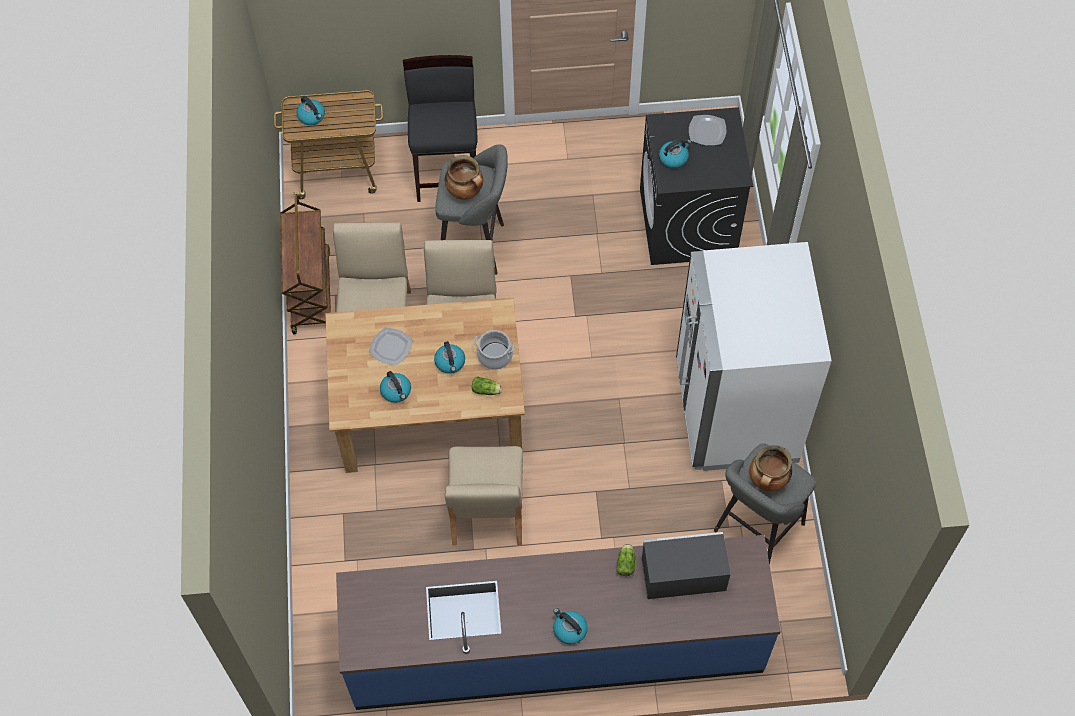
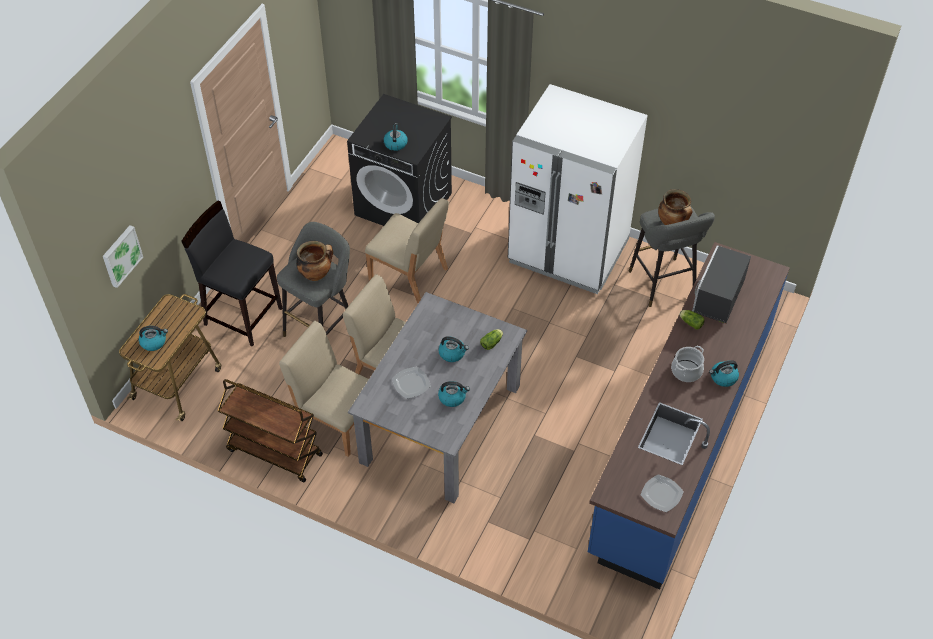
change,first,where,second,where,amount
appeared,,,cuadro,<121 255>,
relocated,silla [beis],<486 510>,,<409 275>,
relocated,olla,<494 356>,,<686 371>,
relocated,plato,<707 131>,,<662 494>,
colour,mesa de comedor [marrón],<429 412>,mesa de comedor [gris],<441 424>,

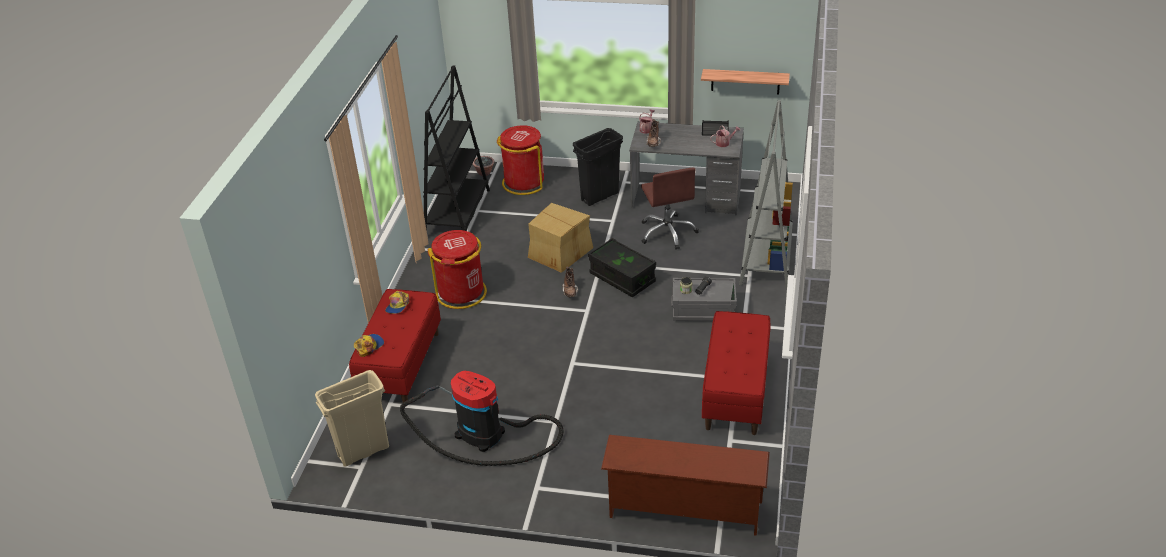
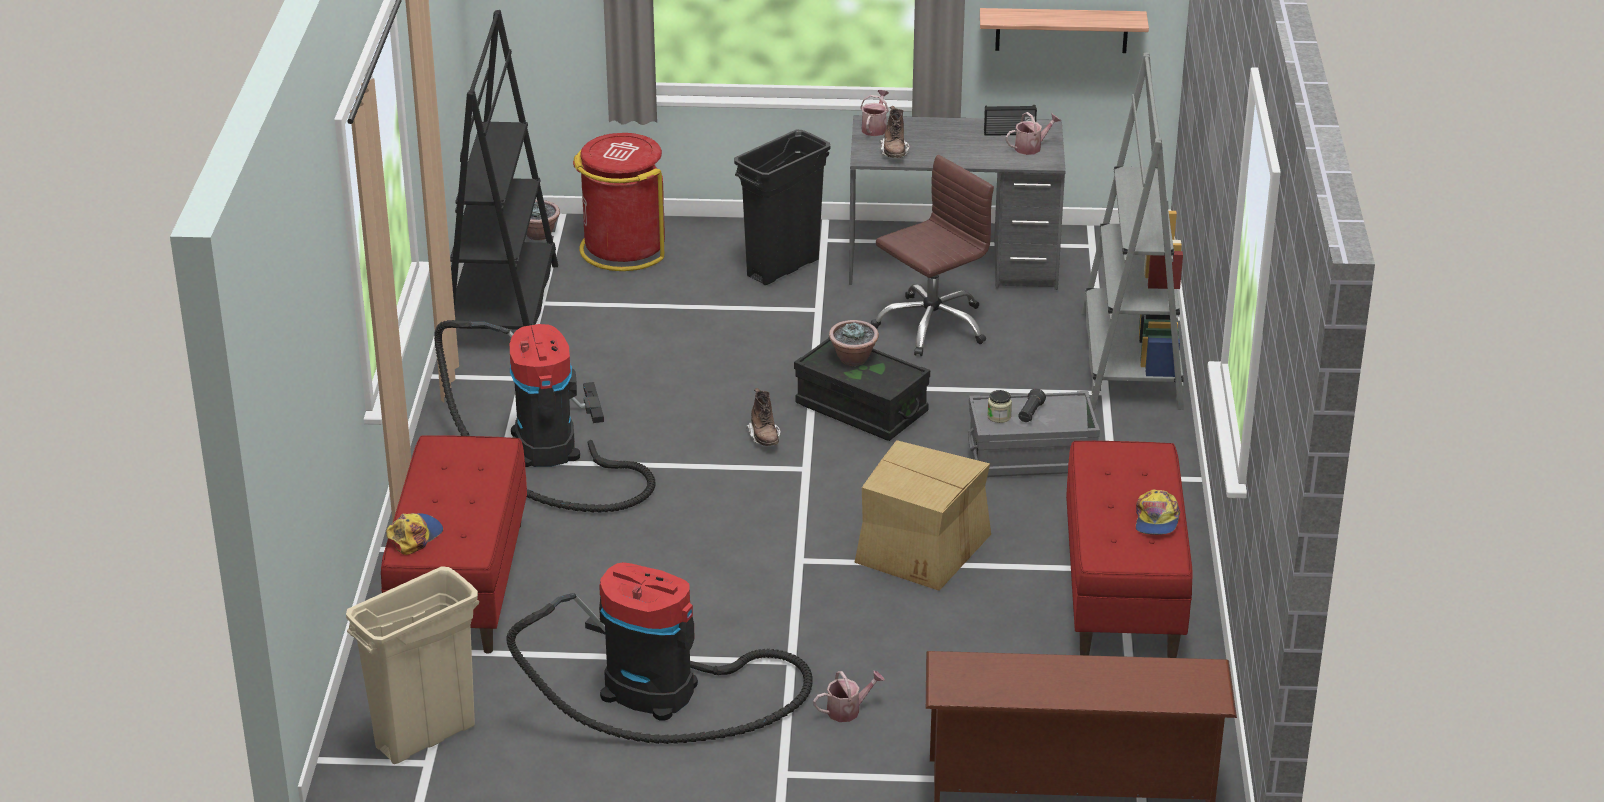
change,first,where,second,where,amount
appeared,,,regadera,<848 710>,
appeared,,,planta en maceta,<853 359>,
relocated,gorra,<398 305>,,<1156 519>,
relocated,caja de cartón,<559 252>,,<921 548>,
exchanged,papelera [rojo],<462 293>,aspiradora,<549 451>,
spun,silla de oficina [marrón],<668 232>,,<931 325>,105 degrees counterclockwise

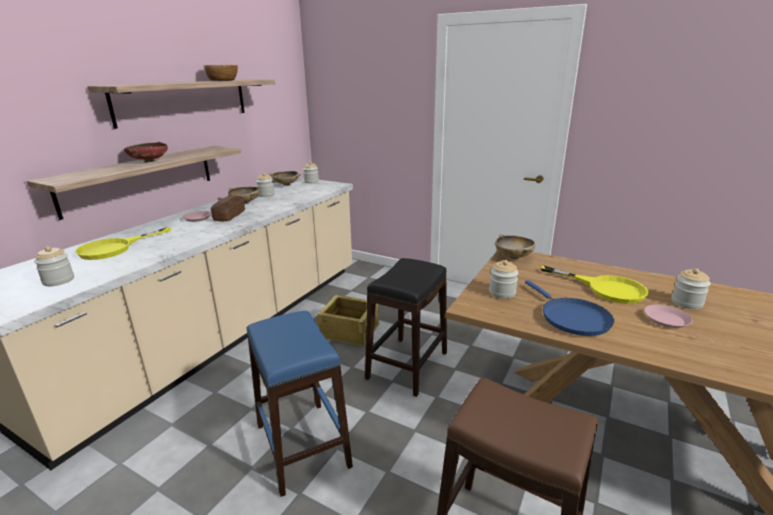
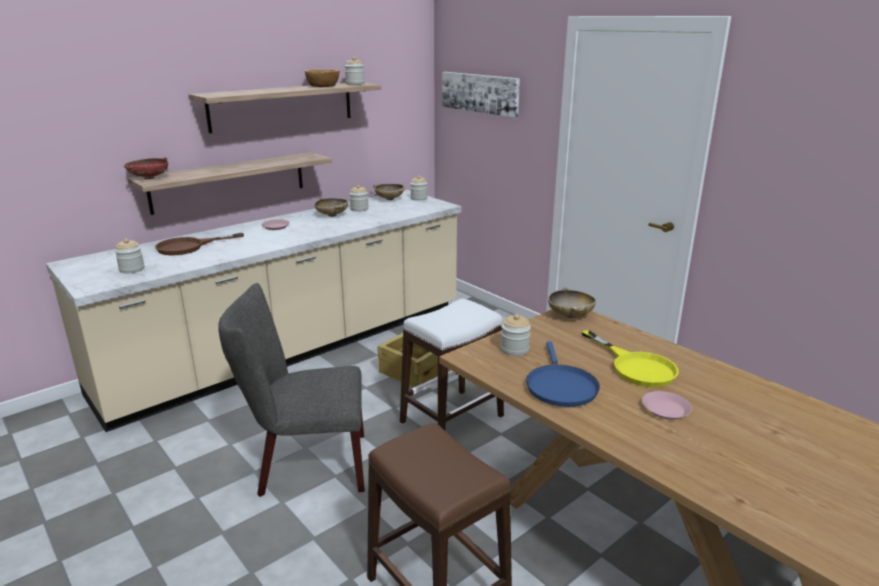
change,first,where,second,where,amount
missing,pan,<230 216>,,,
appeared,,,cuadro,<480 93>,
relocated,cuenco [rojo],<149 161>,,<149 178>,
relocated,tarro,<686 303>,,<355 84>,
exchanged,taburete [azul],<302 446>,silla [gris],<305 465>,
colour,sartén [amarillo],<114 248>,sartén [marrón],<189 247>,
colour,taburete [negro],<407 365>,taburete [blanco],<451 418>,

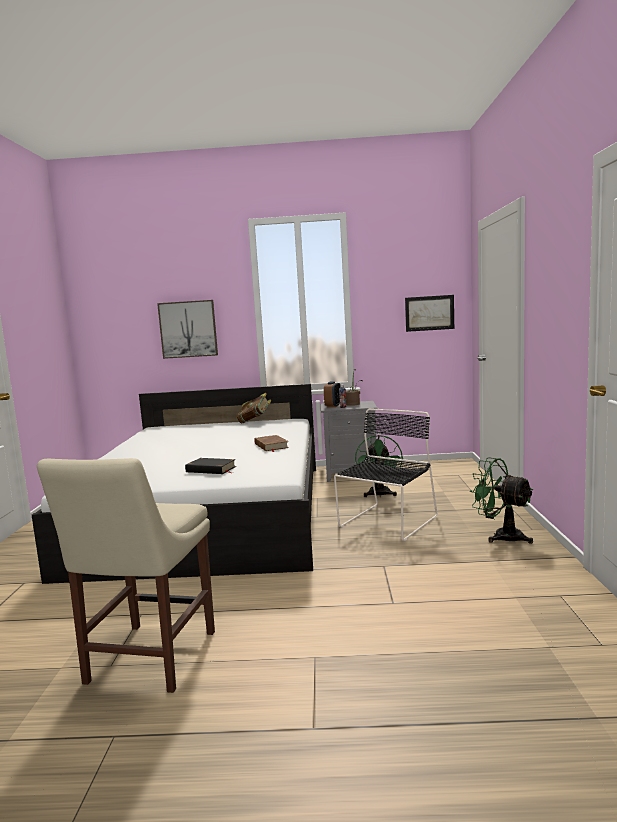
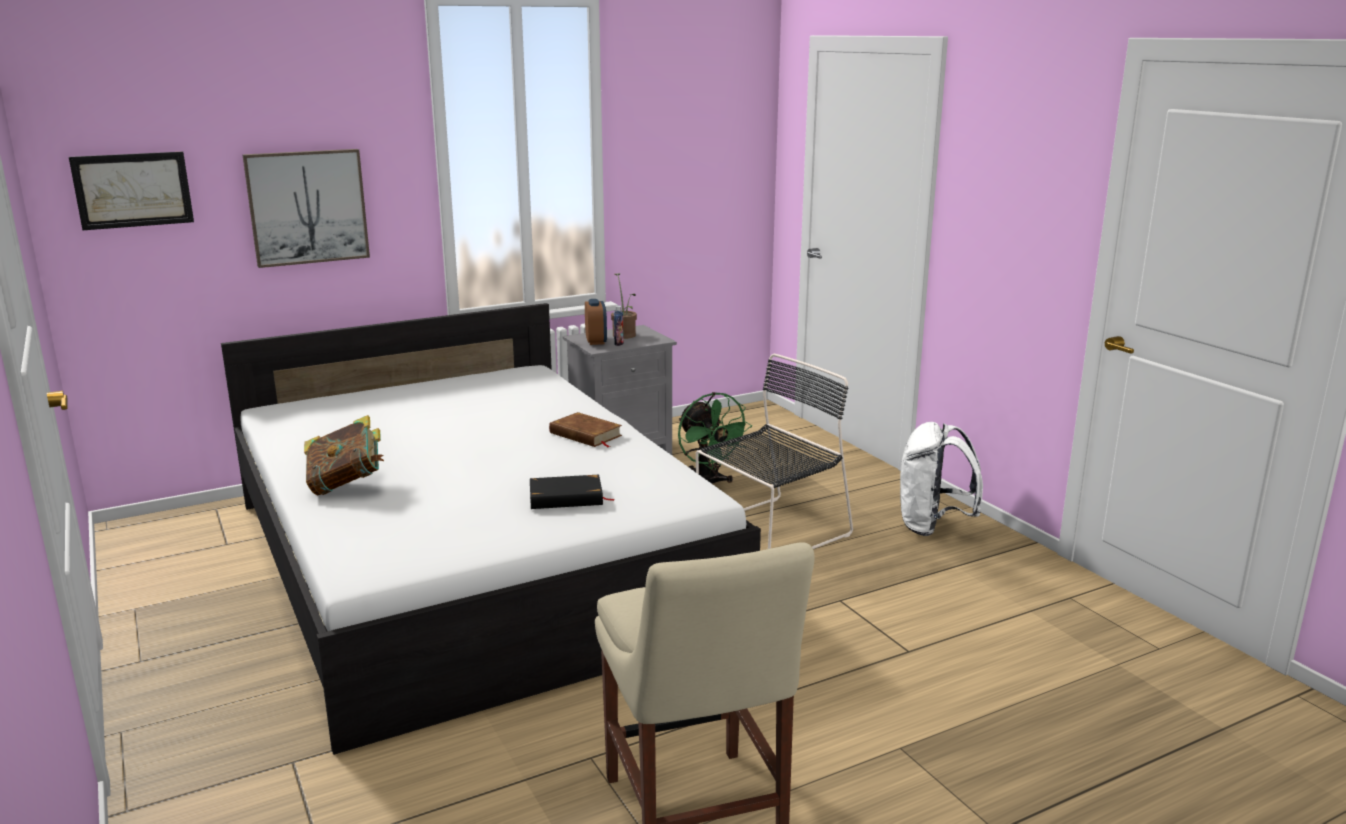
change,first,where,second,where,amount
relocated,libro,<255 421>,,<347 485>,
relocated,cuadro,<429 313>,,<133 190>,
exchanged,ventilador [verde],<501 536>,mochila [blanco],<932 527>,
spun,silla [negro],<386 523>,,<770 531>,45 degrees clockwise

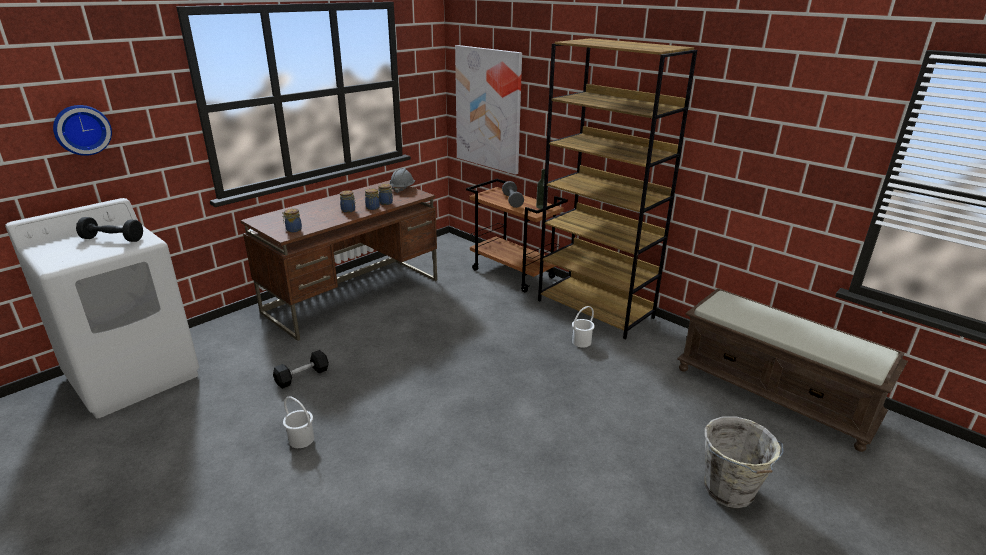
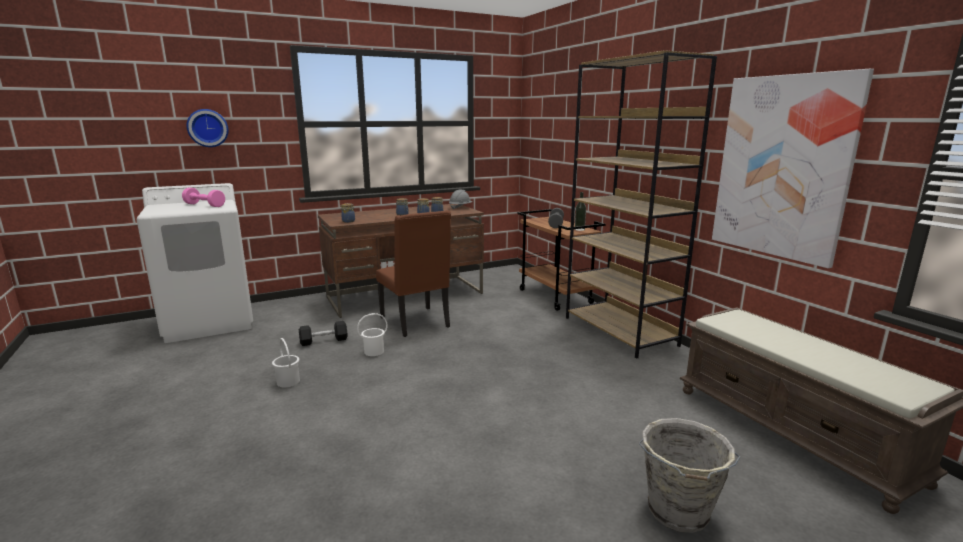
change,first,where,second,where,amount
appeared,,,silla [marrón],<416 322>,
relocated,cuadro,<488 109>,,<782 167>,
relocated,cubo [blanco],<581 342>,,<373 351>,
colour,mancuerna [negro],<113 239>,mancuerna [rosa],<204 205>,

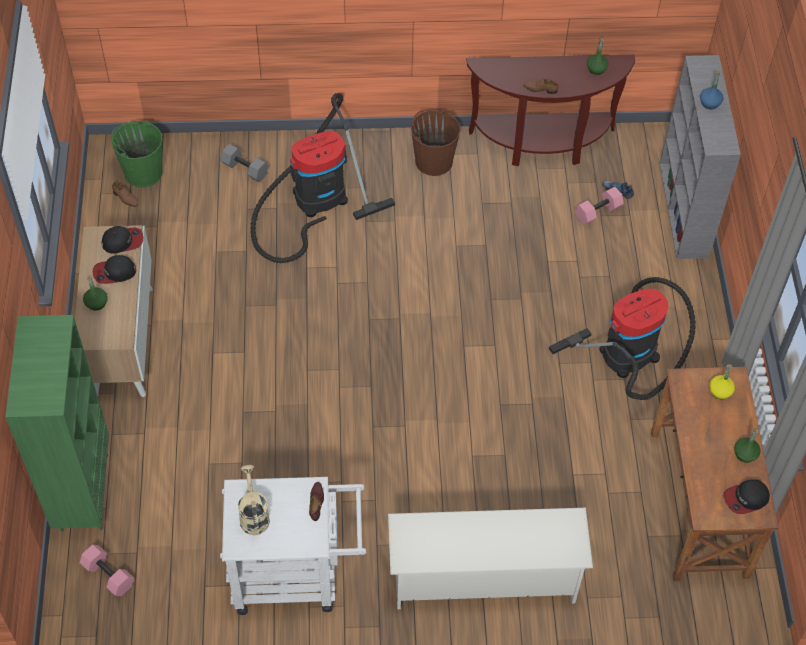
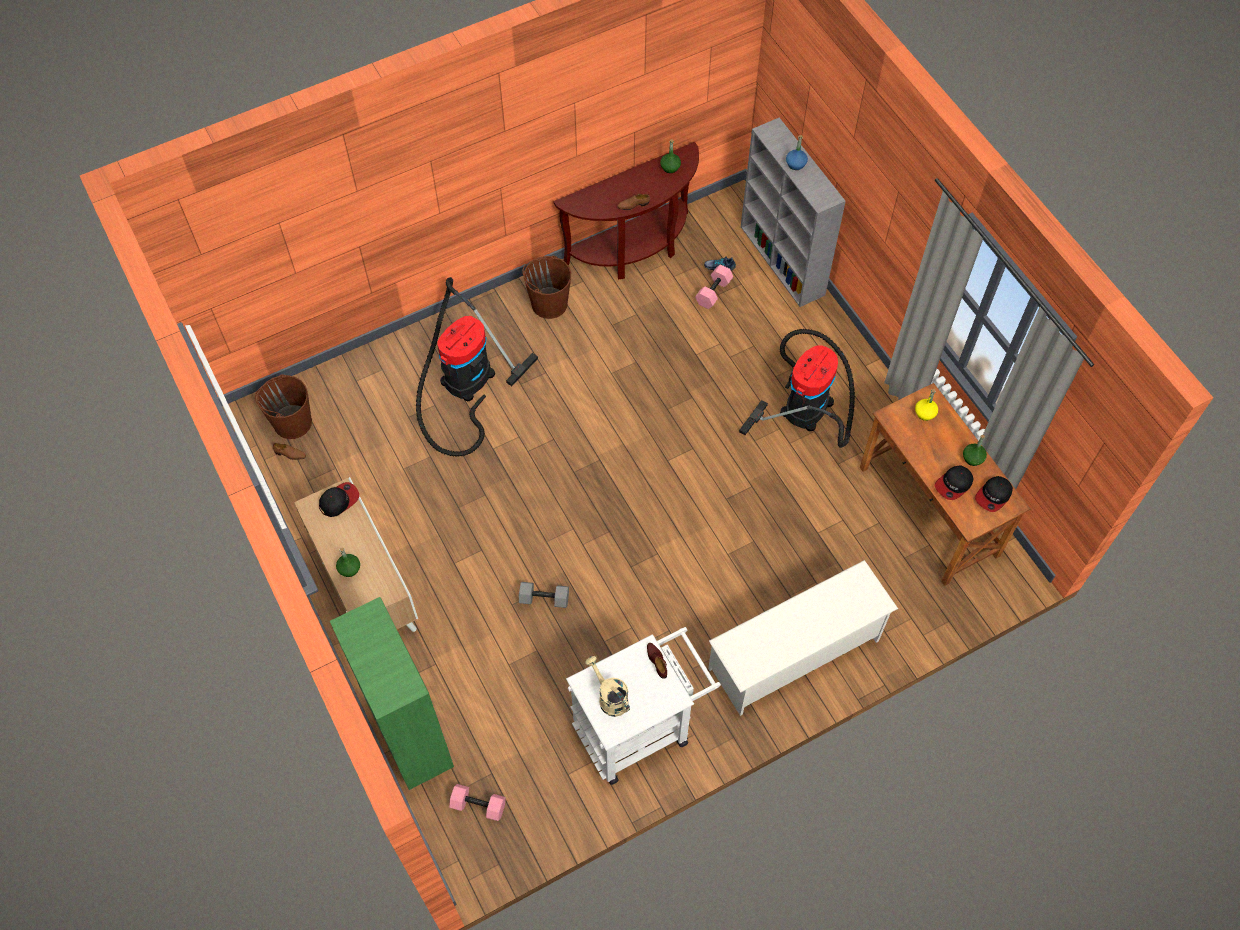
change,first,where,second,where,amount
relocated,gorra,<114 272>,,<953 484>,
relocated,mancuerna [gris],<244 169>,,<543 599>,
colour,cubo [verde],<143 172>,cubo [marrón],<292 422>,

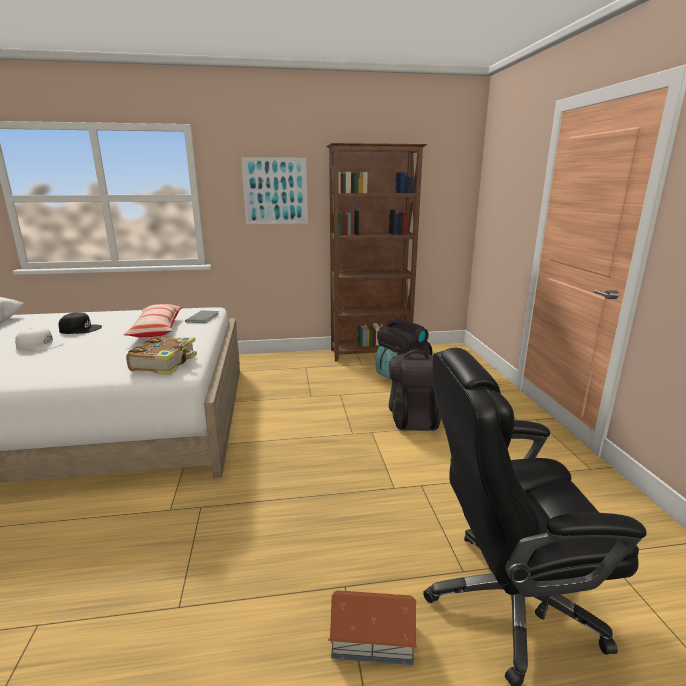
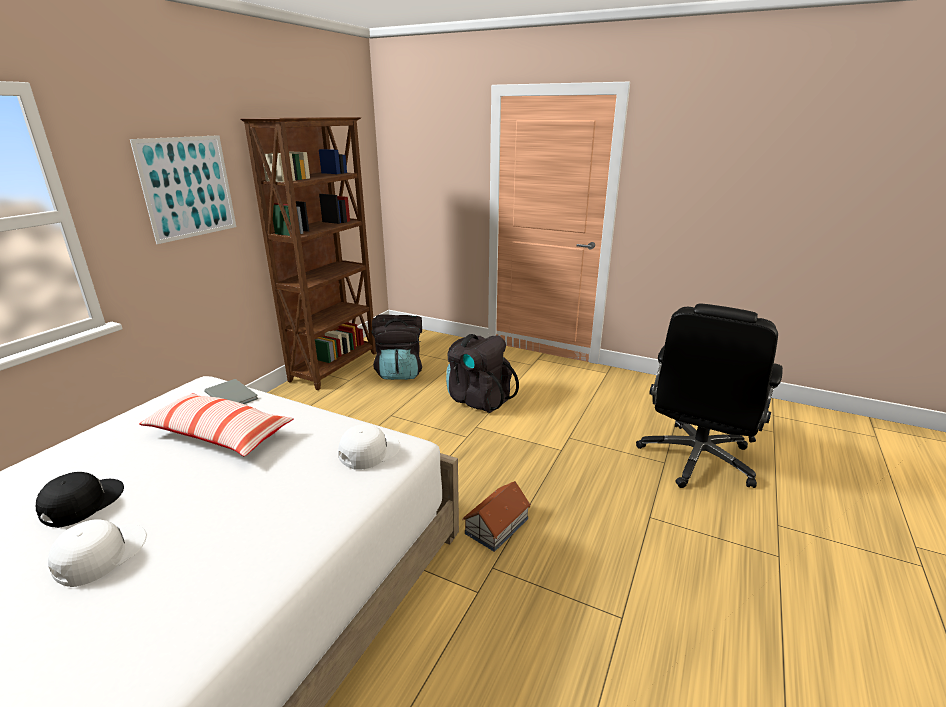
change,first,where,second,where,amount
relocated,casita,<373 637>,,<497 525>,
exchanged,libro,<165 363>,gorra [blanco],<368 451>,

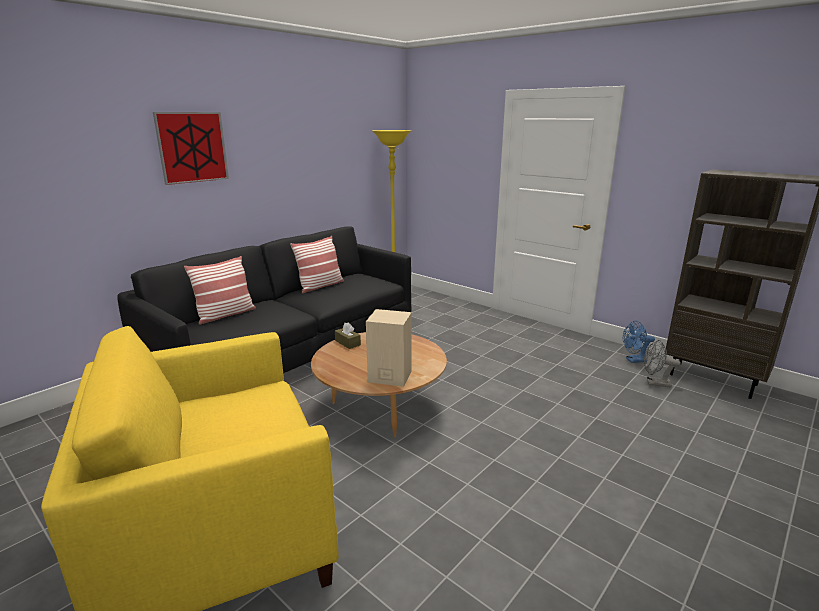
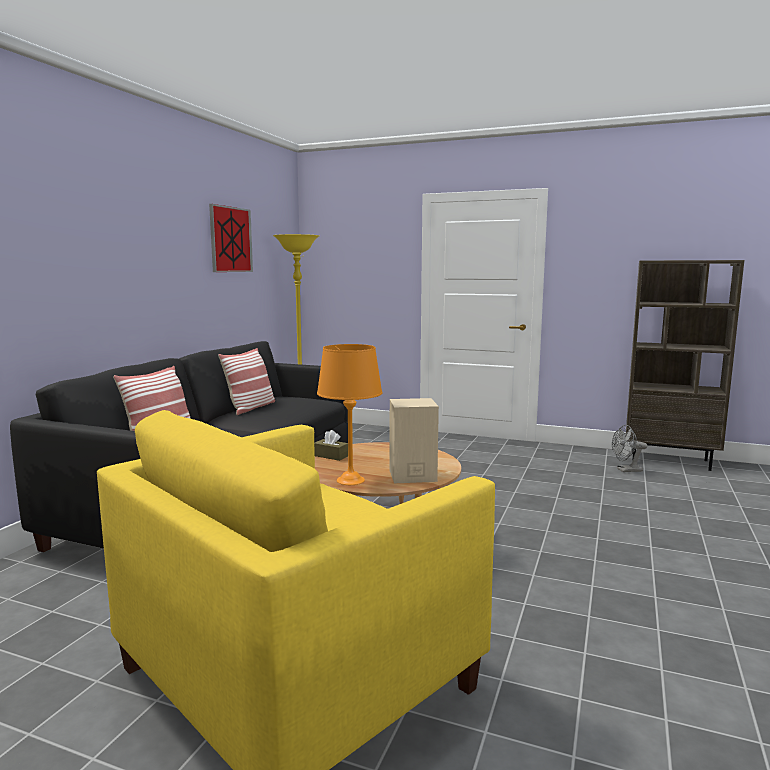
change,first,where,second,where,amount
missing,ventilador [azul],<634 360>,,,
appeared,,,lámpara de mesa [naranja],<350 480>,
relocated,cuadro,<192 147>,,<230 239>,

